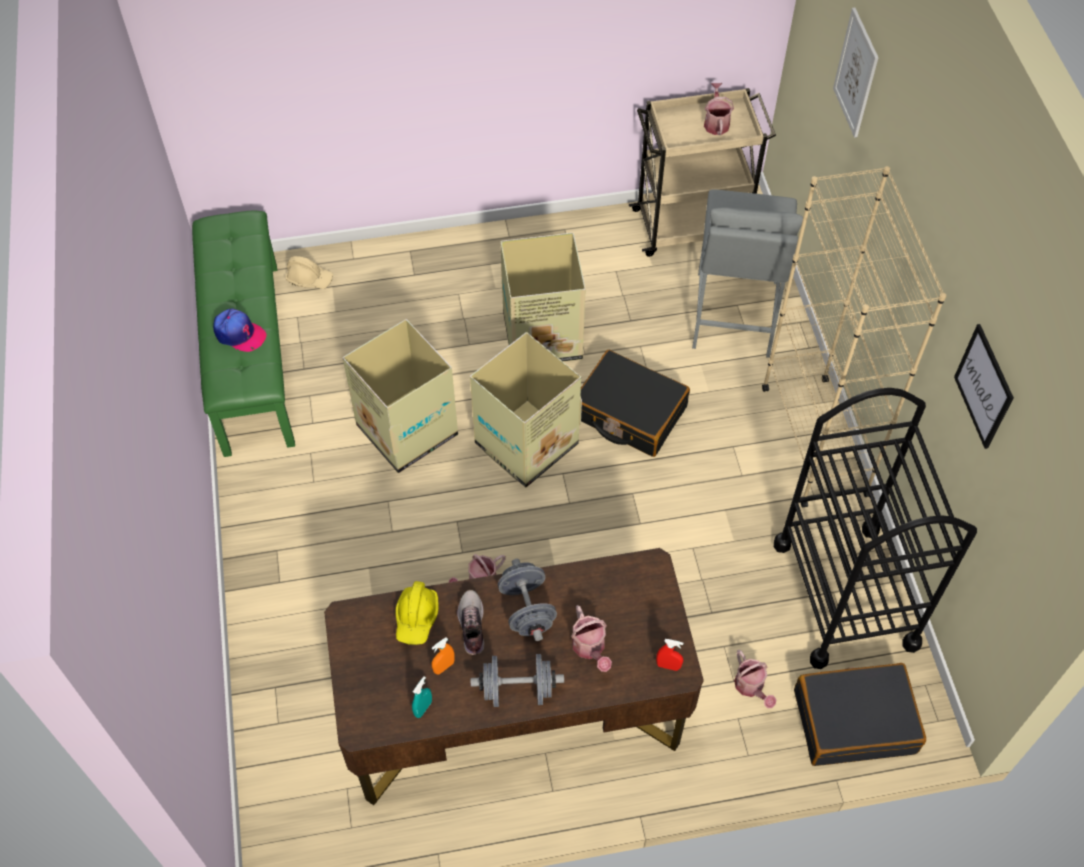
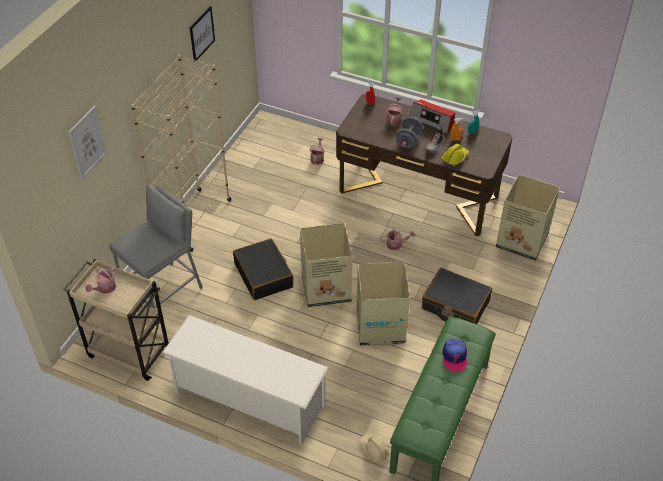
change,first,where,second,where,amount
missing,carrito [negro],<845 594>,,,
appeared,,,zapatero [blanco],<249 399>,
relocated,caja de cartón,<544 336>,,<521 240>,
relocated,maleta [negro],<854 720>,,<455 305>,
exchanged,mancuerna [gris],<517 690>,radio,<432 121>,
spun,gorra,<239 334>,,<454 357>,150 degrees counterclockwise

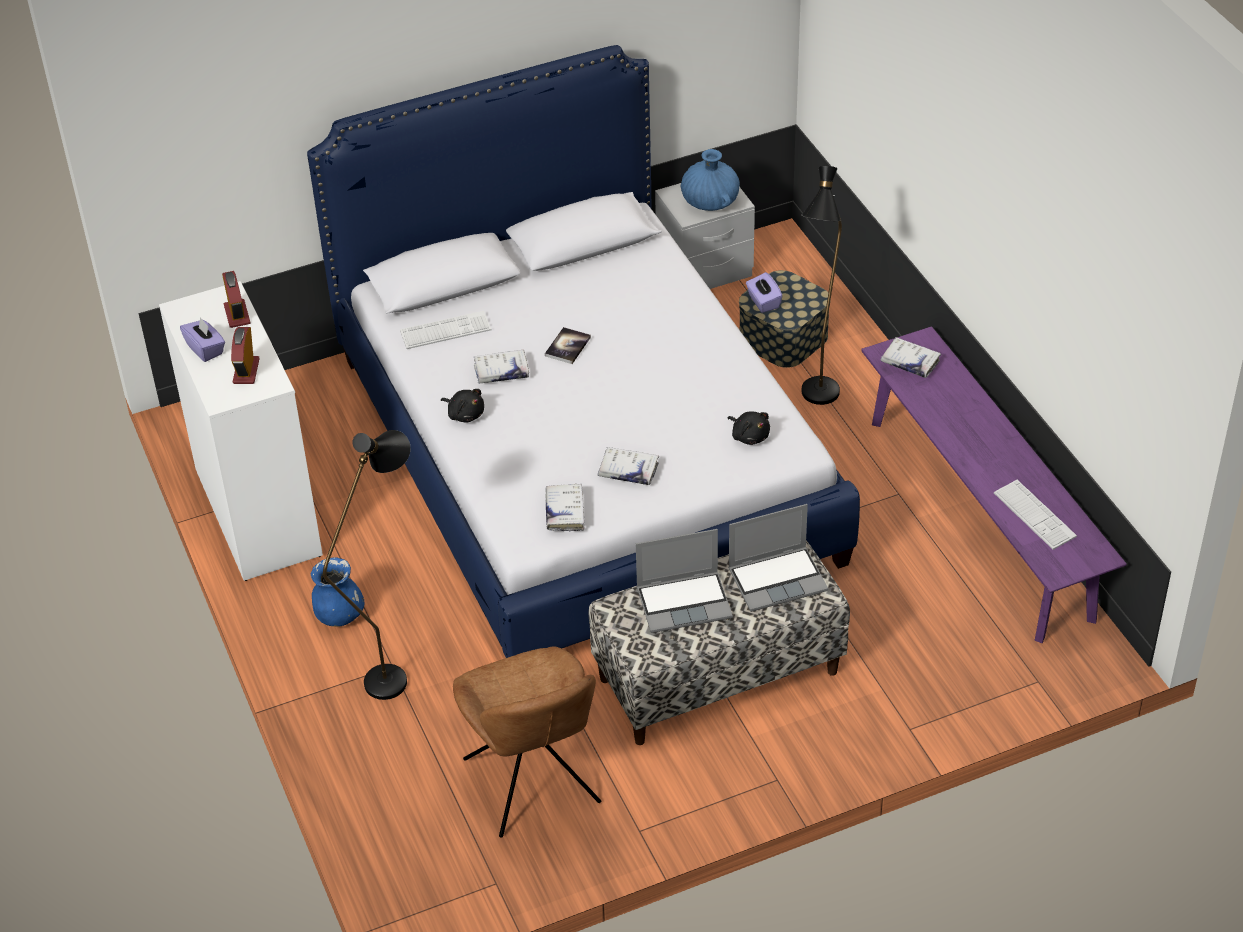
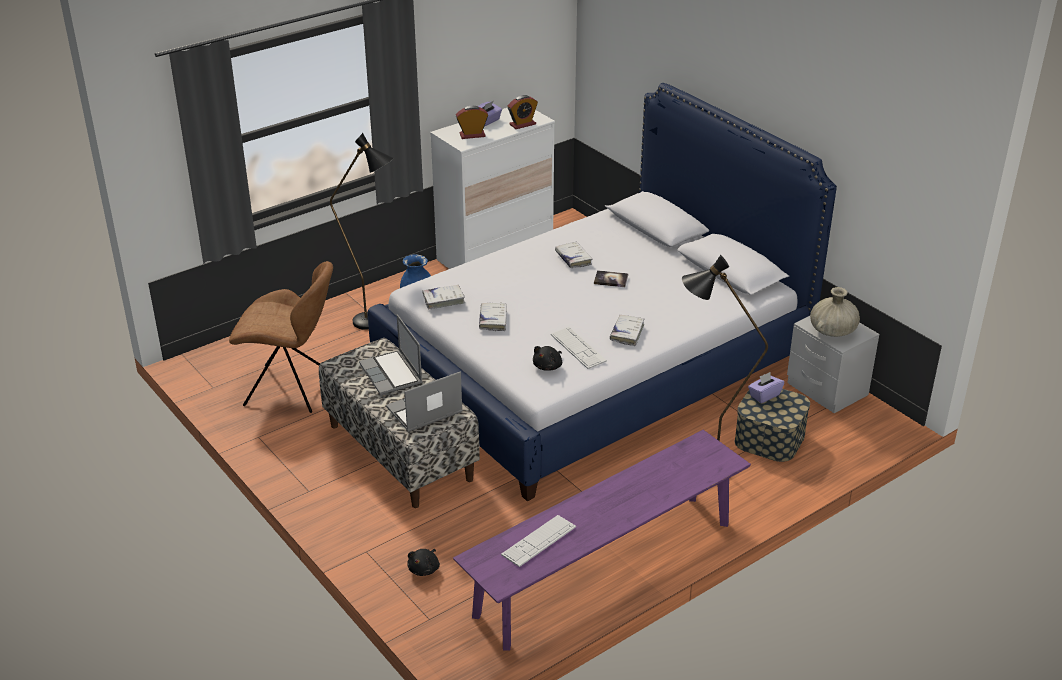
change,first,where,second,where,amount
relocated,teclado,<445 331>,,<578 348>,
relocated,peluche [negro],<465 414>,,<424 569>,
relocated,libro [blanco],<910 362>,,<627 333>,
colour,florero [azul],<710 202>,florero [beis],<833 331>,
spun,silla [marrón],<533 785>,,<291 389>,135 degrees counterclockwise
spun,portátil,<778 579>,,<424 411>,90 degrees clockwise

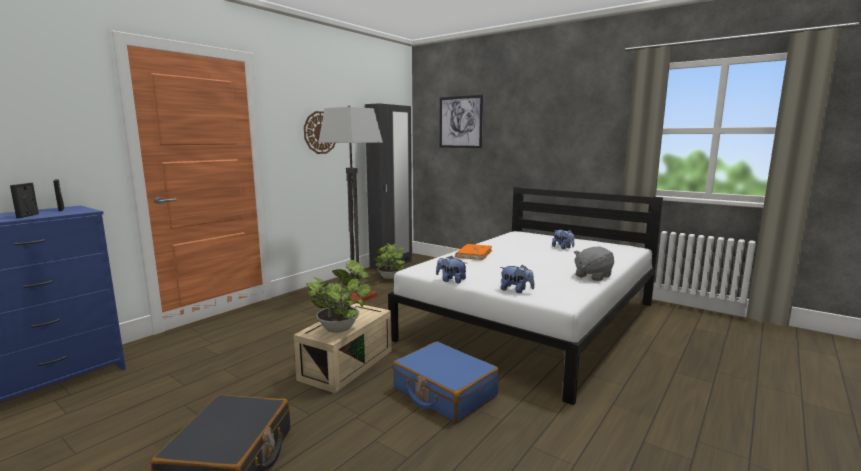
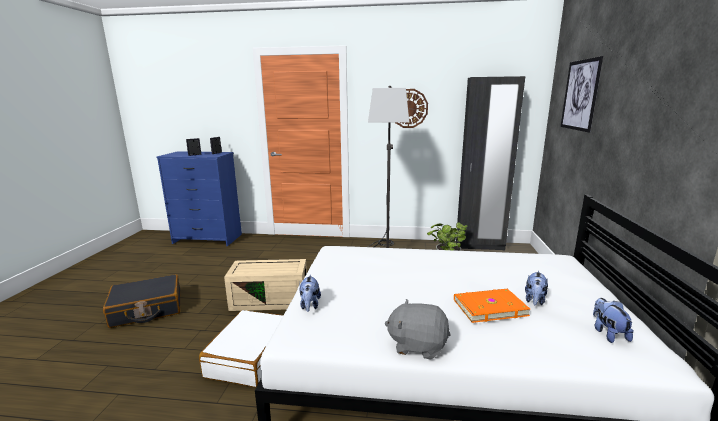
change,first,where,second,where,amount
missing,planta en maceta,<340 327>,,,
relocated,peluche,<451 280>,,<608 333>,
relocated,libro [naranja],<473 254>,,<489 307>,
colour,maleta [azul],<444 392>,maleta [blanco],<249 356>,

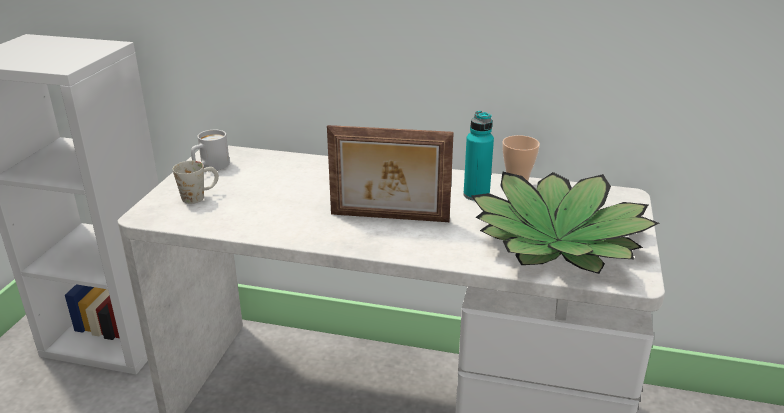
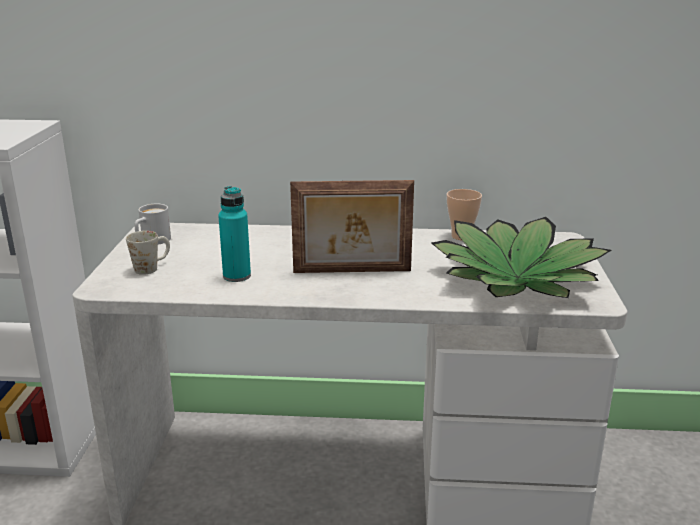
change,first,where,second,where,amount
relocated,botella [turquesa],<476 195>,,<237 276>,

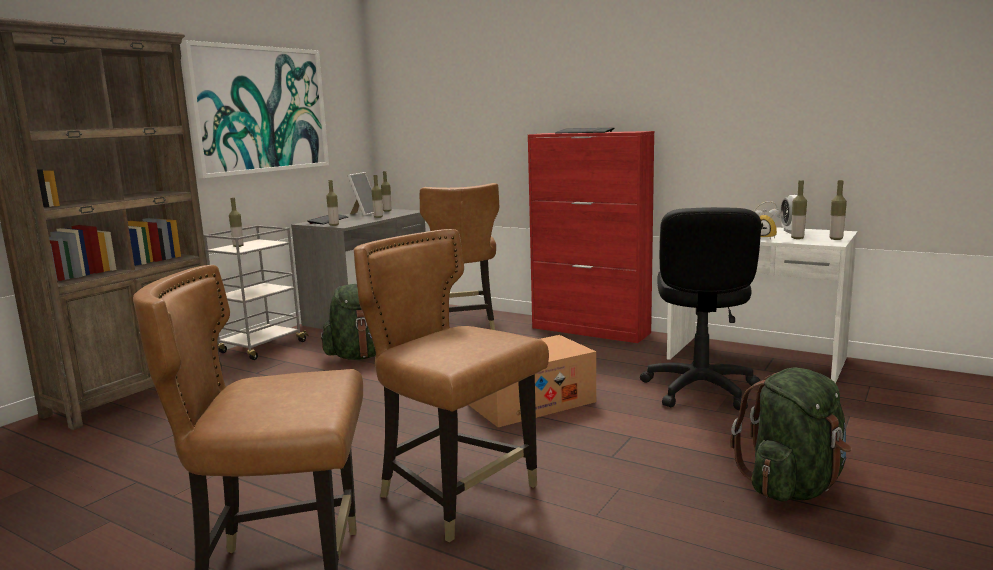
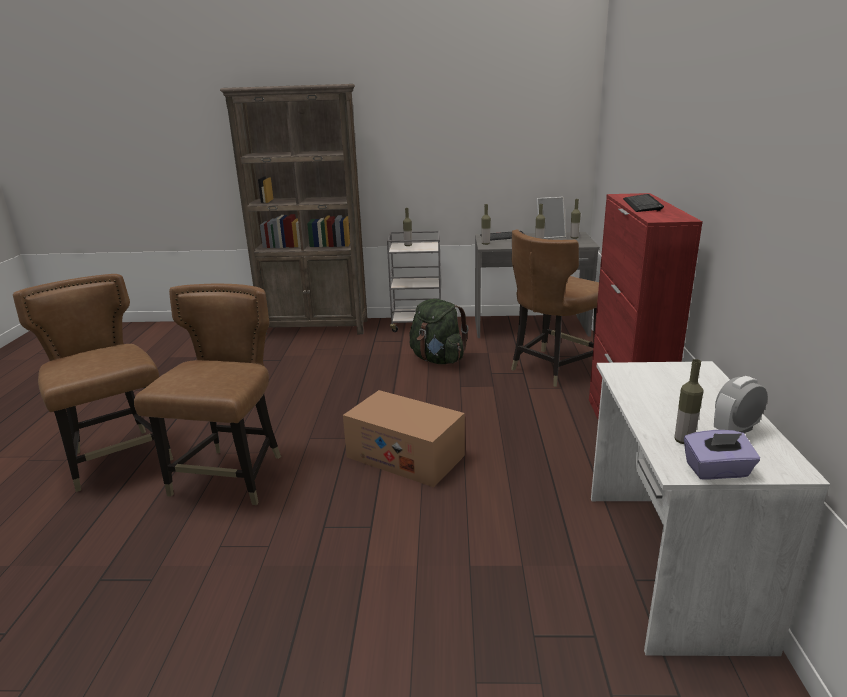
change,first,where,second,where,amount
missing,cuadro,<260 110>,,,
missing,silla de oficina [negro],<699 389>,,,
missing,mochila [verde],<793 486>,,,
missing,despertador,<765 238>,,,
exchanged,botella,<836 239>,caja de pañuelos [morado],<717 471>,

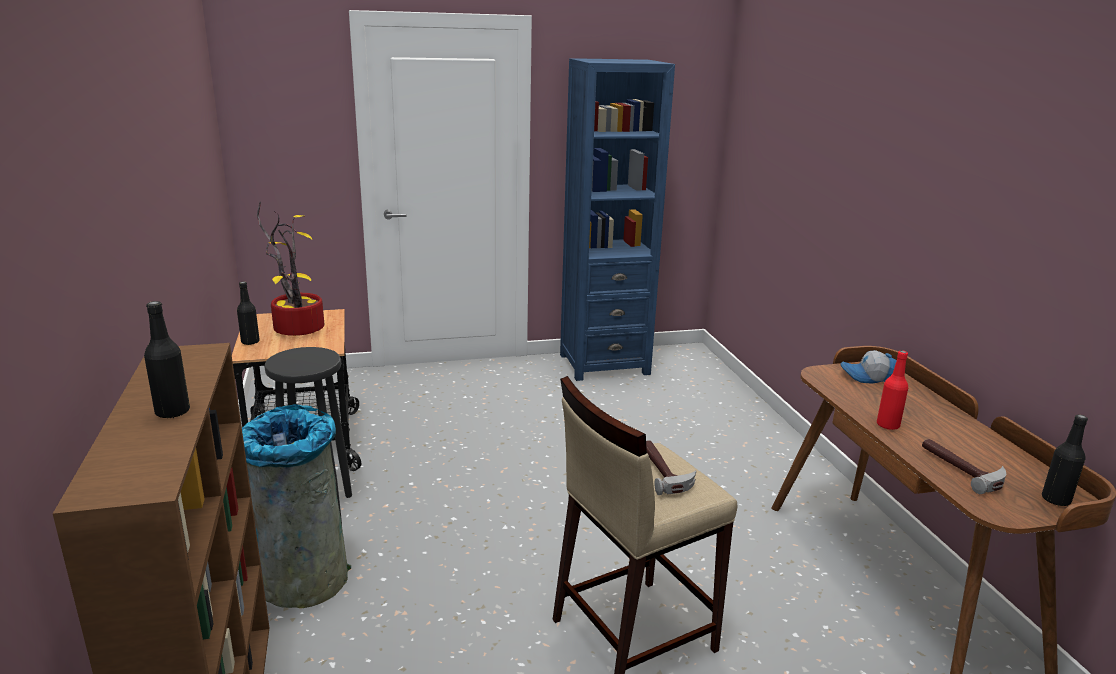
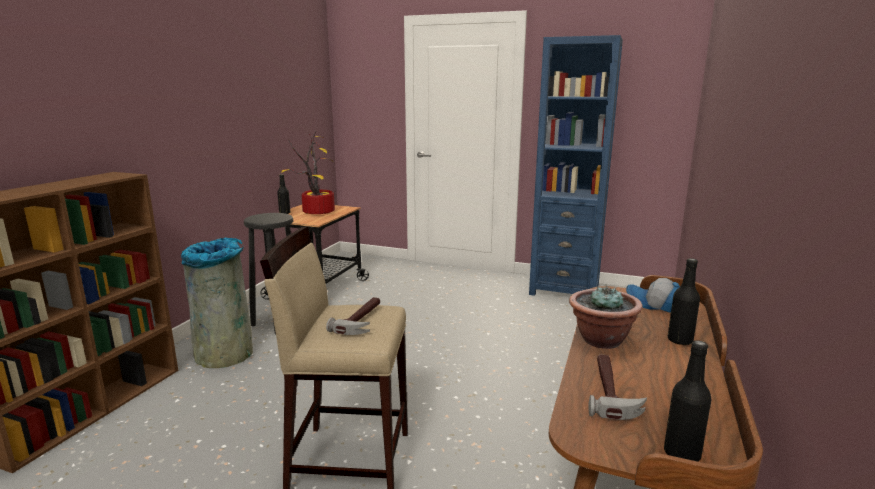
change,first,where,second,where,amount
relocated,botella [negro],<172 412>,,<680 340>,
exchanged,botella [rojo],<887 425>,planta en maceta,<601 340>,

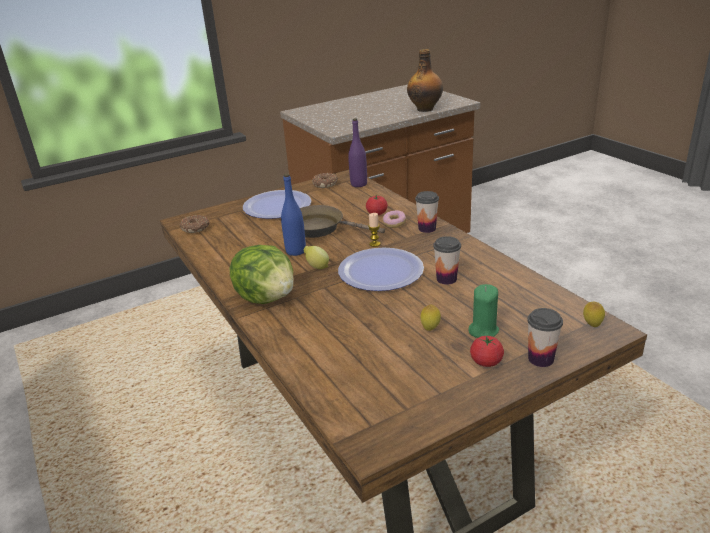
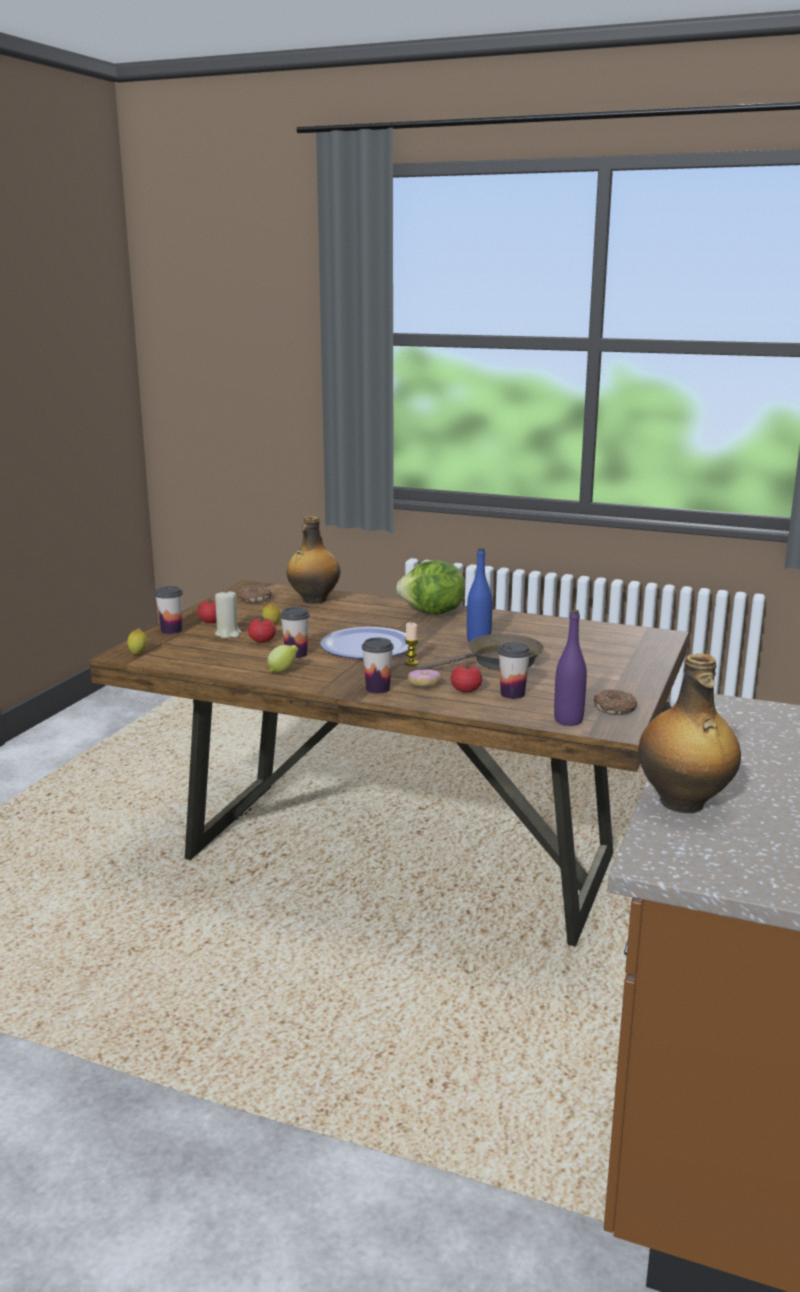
change,first,where,second,where,amount
missing,plato,<277 206>,,,
appeared,,,tomate,<262 641>,
appeared,,,botella,<313 600>,
appeared,,,taza,<512 694>,
relocated,rosquilla,<196 228>,,<254 599>,
relocated,limón,<317 267>,,<283 671>,
colour,vela [verde],<483 330>,vela [beis],<228 634>,

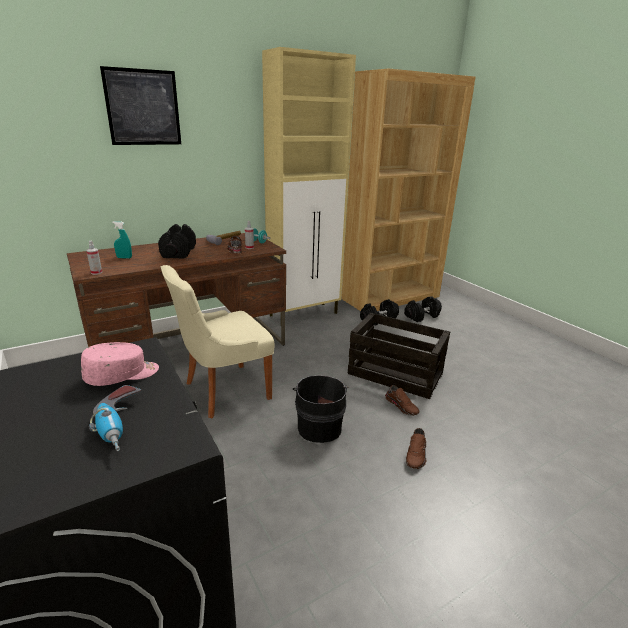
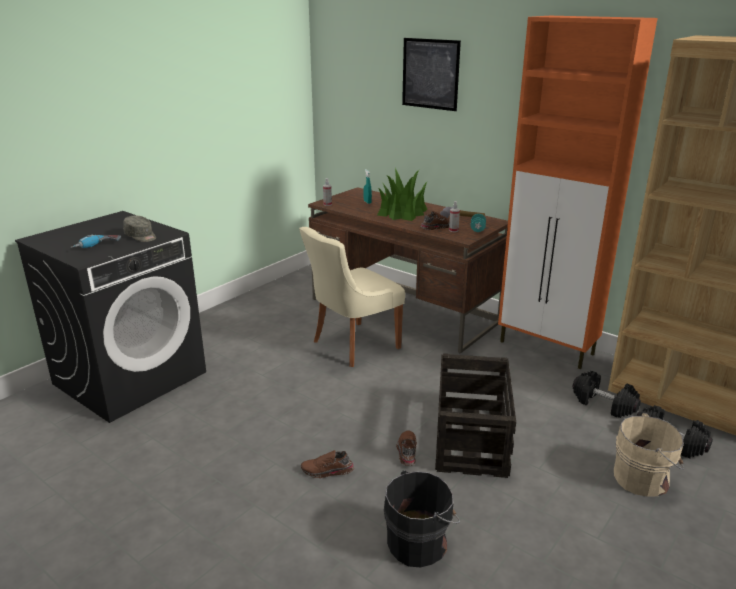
change,first,where,second,where,amount
appeared,,,cubo [beis],<643 478>,
relocated,cubo [negro],<319 426>,,<420 542>,
exchanged,mancuerna [negro],<179 252>,planta en maceta,<402 212>,
colour,gorra [rosa],<122 375>,gorra [gris],<141 236>,
colour,armario [beis],<304 314>,armario [naranja],<547 348>,
spun,silla [beis],<224 391>,,<353 345>,75 degrees counterclockwise
spun,zapato [marrón],<402 406>,,<406 451>,150 degrees clockwise

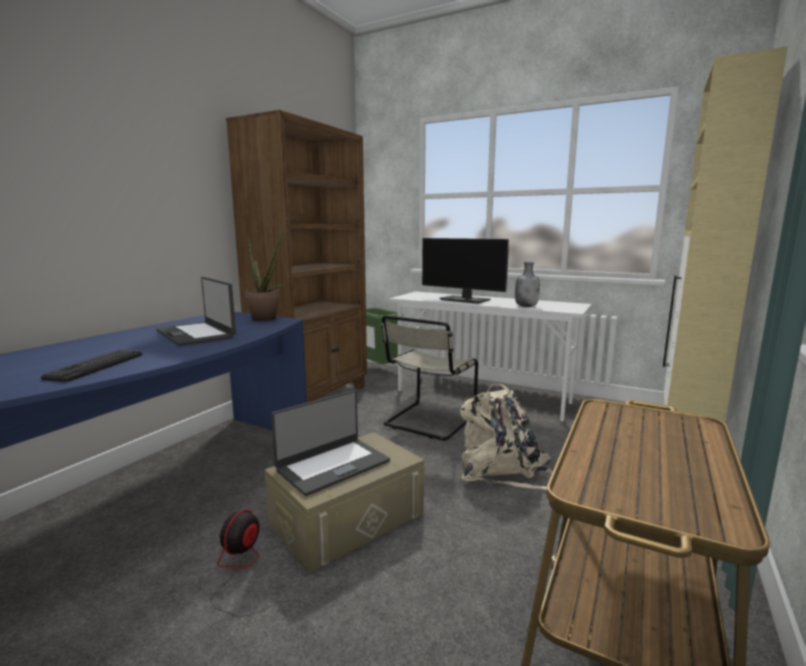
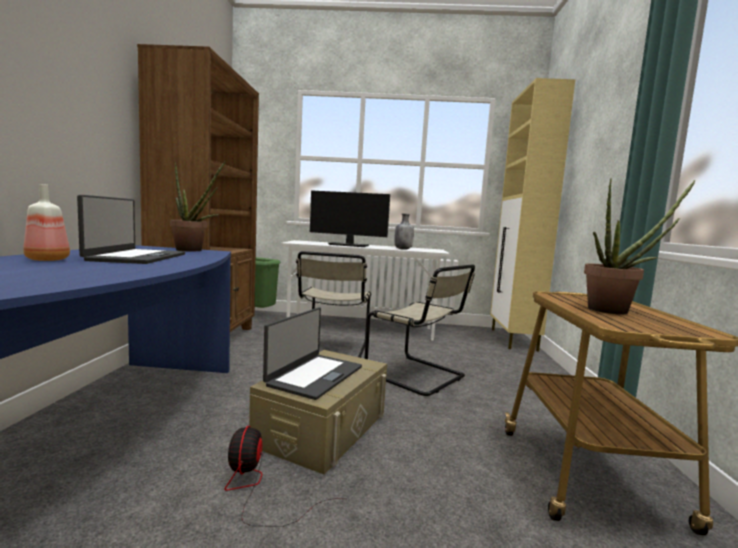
change,first,where,second,where,amount
missing,teclado,<96 366>,,,
appeared,,,botella,<47 259>,
appeared,,,planta en maceta,<616 311>,
exchanged,mochila [beis],<502 471>,silla [beis],<418 376>,
spun,portátil,<196 334>,,<137 257>,120 degrees counterclockwise

